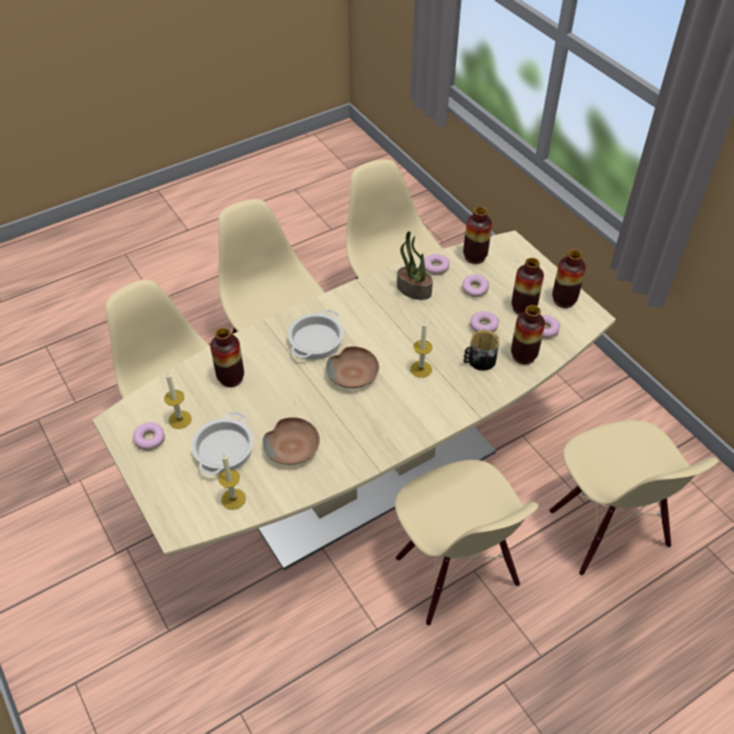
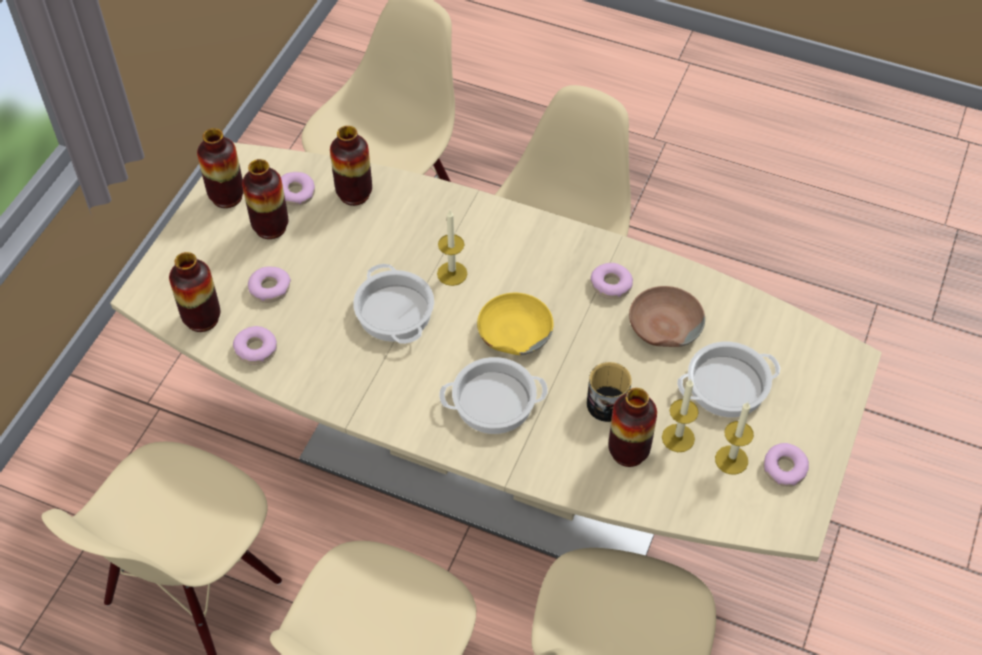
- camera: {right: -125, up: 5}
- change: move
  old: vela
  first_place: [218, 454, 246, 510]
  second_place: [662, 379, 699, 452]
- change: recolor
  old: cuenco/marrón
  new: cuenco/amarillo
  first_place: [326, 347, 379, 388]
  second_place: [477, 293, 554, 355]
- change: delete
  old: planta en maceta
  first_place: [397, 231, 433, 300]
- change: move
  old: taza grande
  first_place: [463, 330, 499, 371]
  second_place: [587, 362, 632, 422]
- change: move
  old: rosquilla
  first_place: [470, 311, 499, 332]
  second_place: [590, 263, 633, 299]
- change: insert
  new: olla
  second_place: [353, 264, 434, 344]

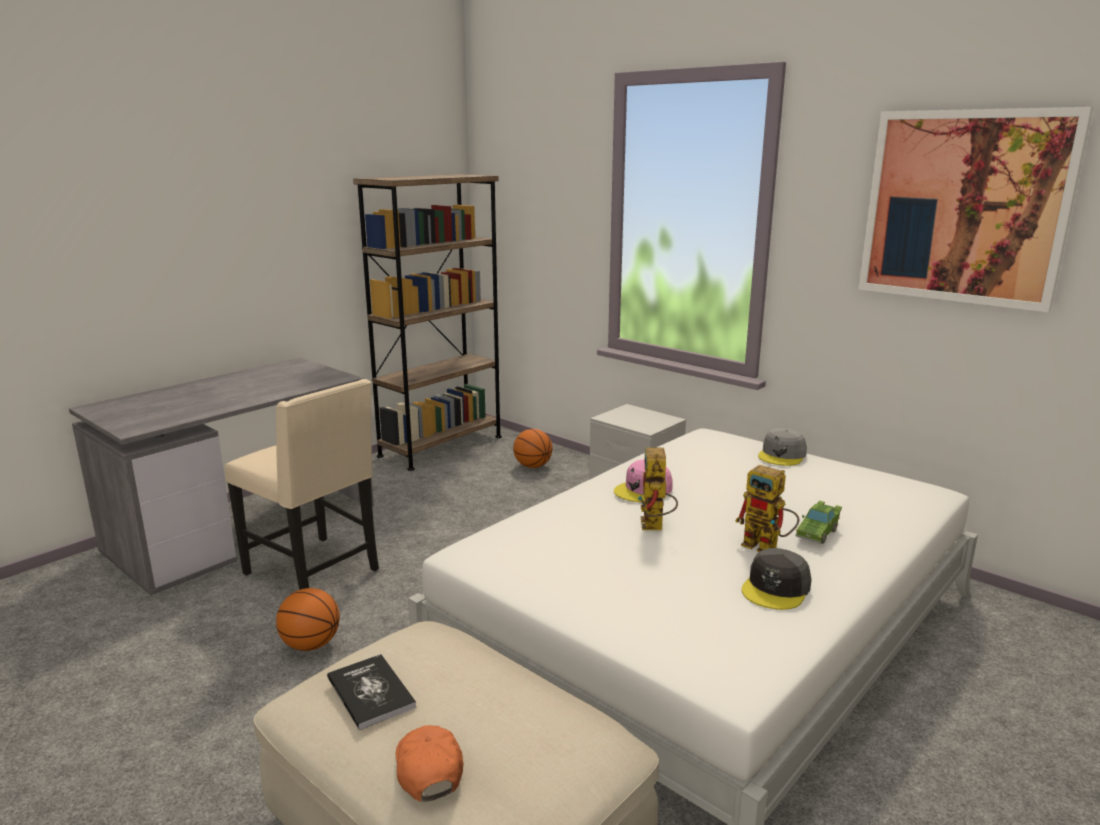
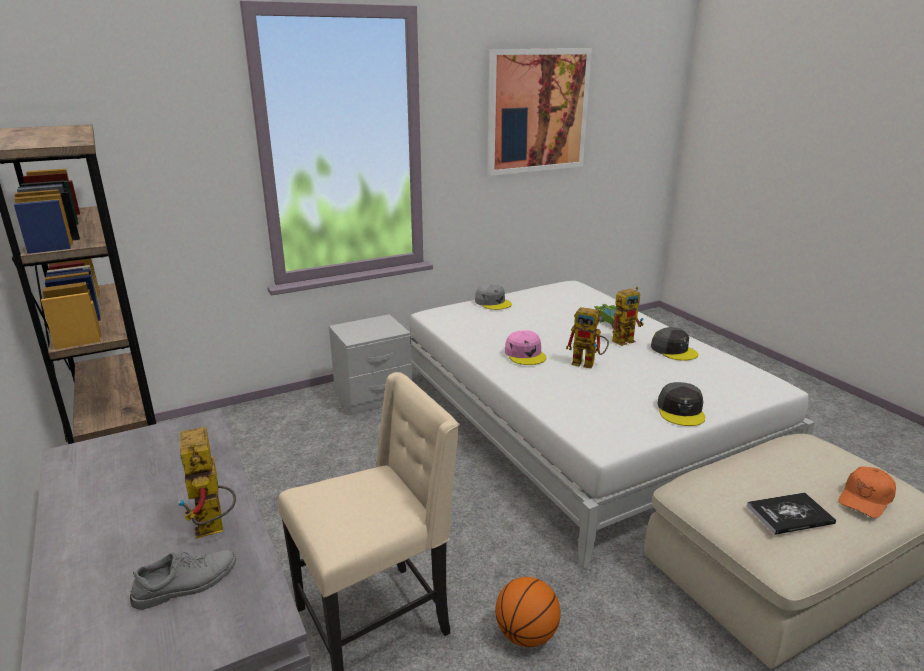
- camera: {right: -70, up: 5}
- change: rotate
  old: gorra/naranja
  first_place: [396, 725, 464, 802]
  second_place: [839, 467, 896, 518]
  degrees: -45
- change: delete
  old: balón de baloncesto
  first_place: [513, 429, 553, 468]
- change: insert
  new: zapato/gris
  second_place: [130, 550, 236, 610]
- change: insert
  new: robot de juguete
  second_place: [177, 427, 236, 539]
- change: insert
  new: gorra/gris
  second_place: [658, 382, 705, 426]

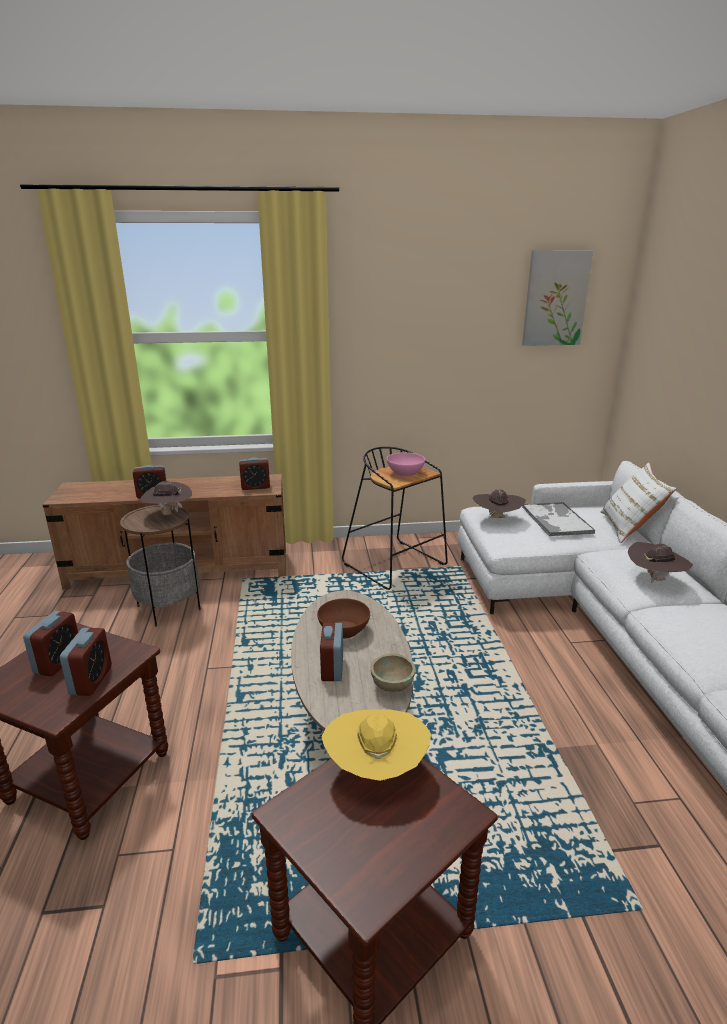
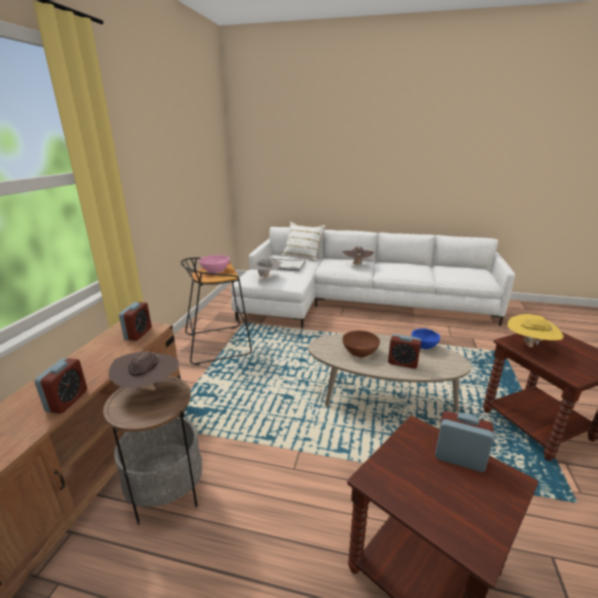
- camera: {right: -70, up: 0}
- change: delete
  old: despertador
  first_place: [23, 611, 78, 676]
- change: recolor
  old: cuenco/beis
  new: cuenco/azul
  first_place: [371, 653, 415, 692]
  second_place: [411, 329, 440, 349]
- change: recolor
  old: sombrero/marrón
  new: sombrero/gris
  first_place: [473, 489, 526, 518]
  second_place: [249, 258, 280, 278]
- change: delete
  old: cuadro
  first_place: [522, 250, 593, 346]

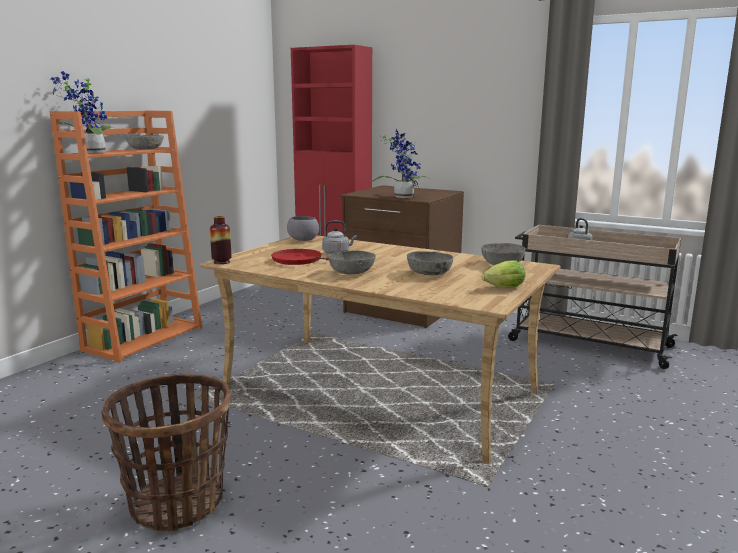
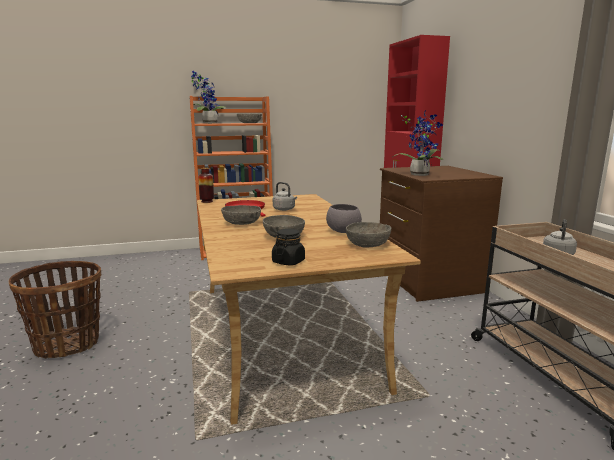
- camera: {right: 45, up: 0}
- change: move
  old: cuenco/gris
  first_place: [287, 216, 319, 241]
  second_place: [326, 204, 362, 233]
- change: replace
  old: lechuga
  new: tarro/negro
  first_place: [482, 260, 525, 288]
  second_place: [272, 229, 305, 266]

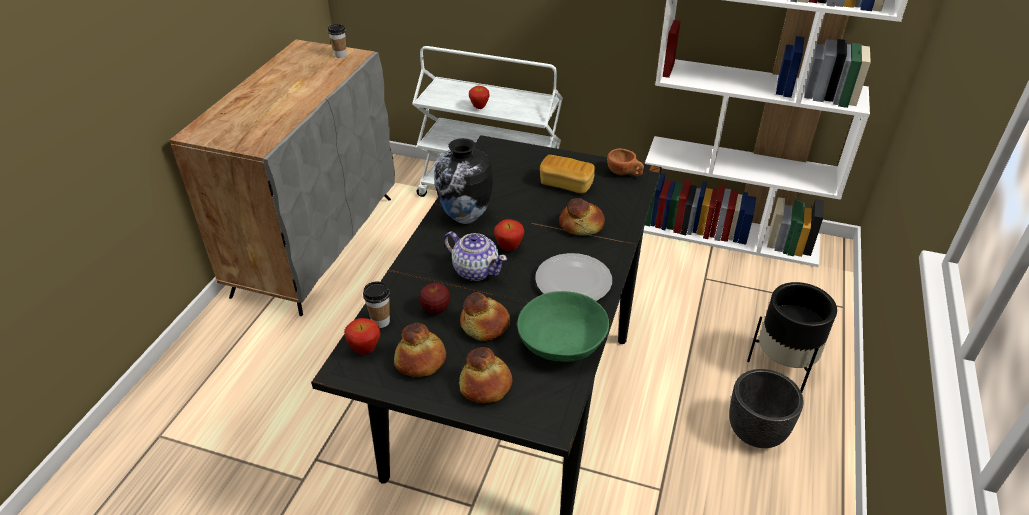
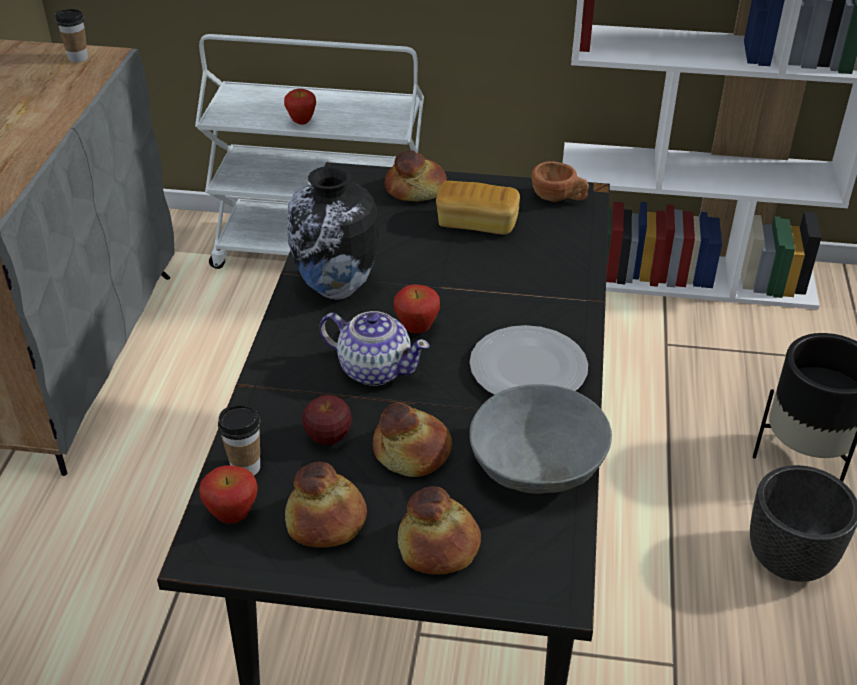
- camera: {right: -10, up: 0}
- change: recolor
  old: cuenco/verde
  new: cuenco/gris
  first_place: [517, 291, 609, 362]
  second_place: [469, 384, 612, 494]
- change: move
  old: pan
  first_place: [559, 198, 605, 235]
  second_place: [385, 150, 447, 201]

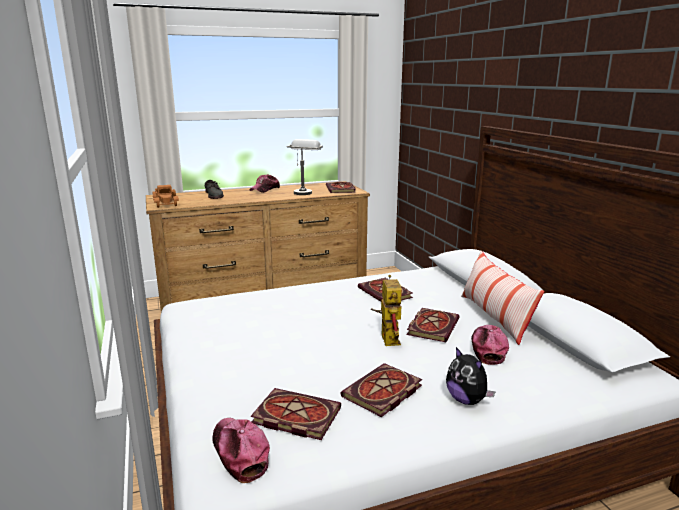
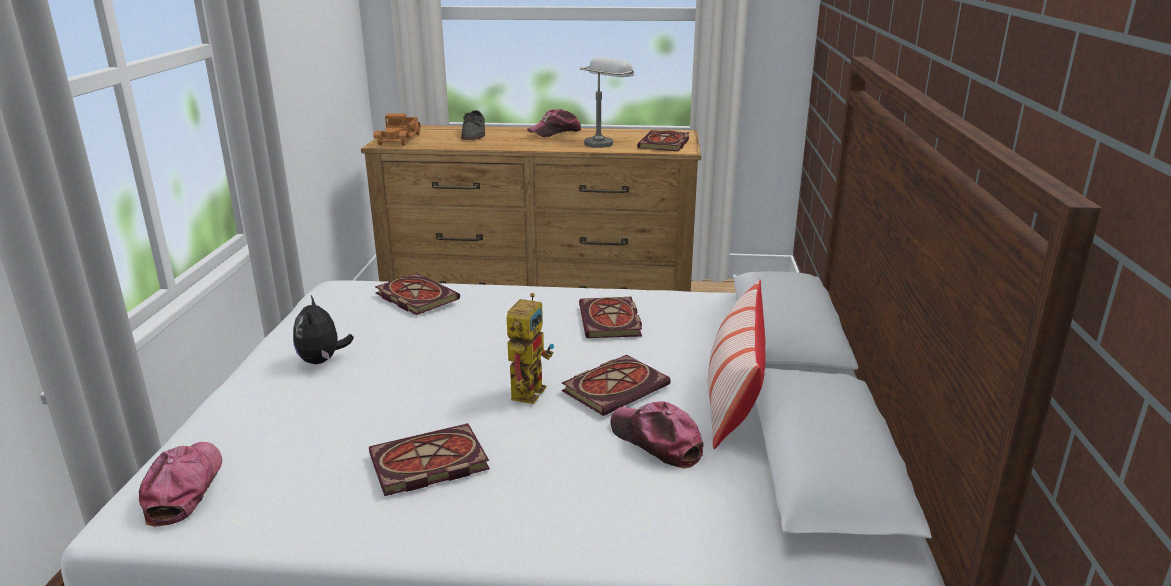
- camera: {right: 25, up: 5}
- change: move
  old: libro
  first_place: [250, 388, 341, 440]
  second_place: [375, 273, 460, 315]
- change: move
  old: peluche
  first_place: [446, 347, 495, 405]
  second_place: [293, 296, 354, 364]
- change: rotate
  old: gorra
  first_place: [471, 325, 509, 365]
  second_place: [610, 401, 703, 469]
  degrees: -75

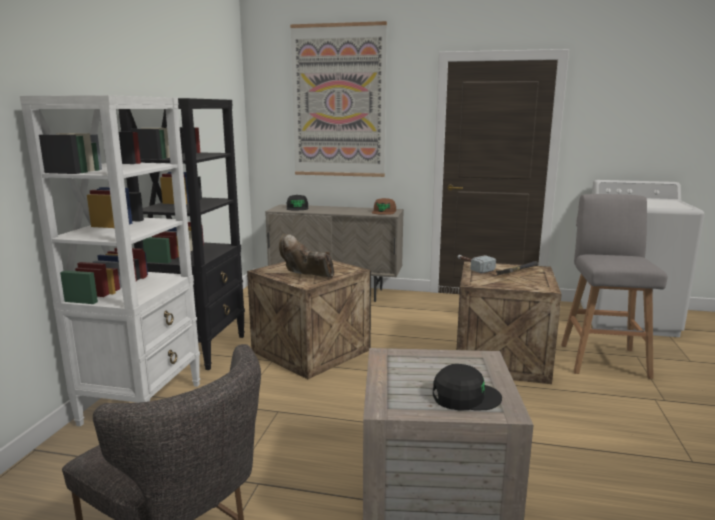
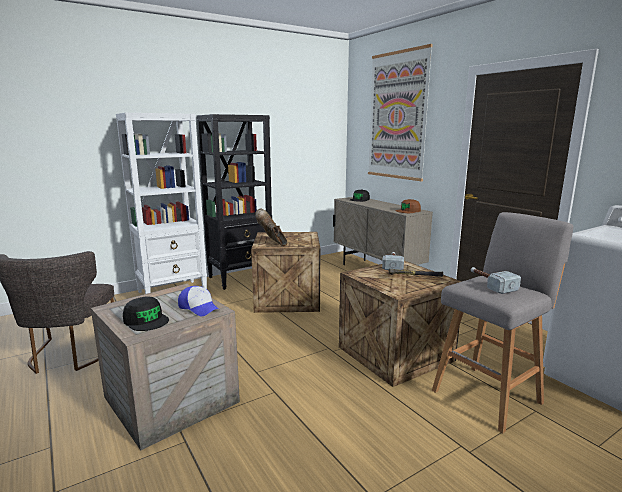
- camera: {right: 45, up: 0}
- change: insert
  new: gorra
  second_place: [178, 286, 219, 316]
- change: insert
  new: martillo
  second_place: [471, 267, 521, 294]

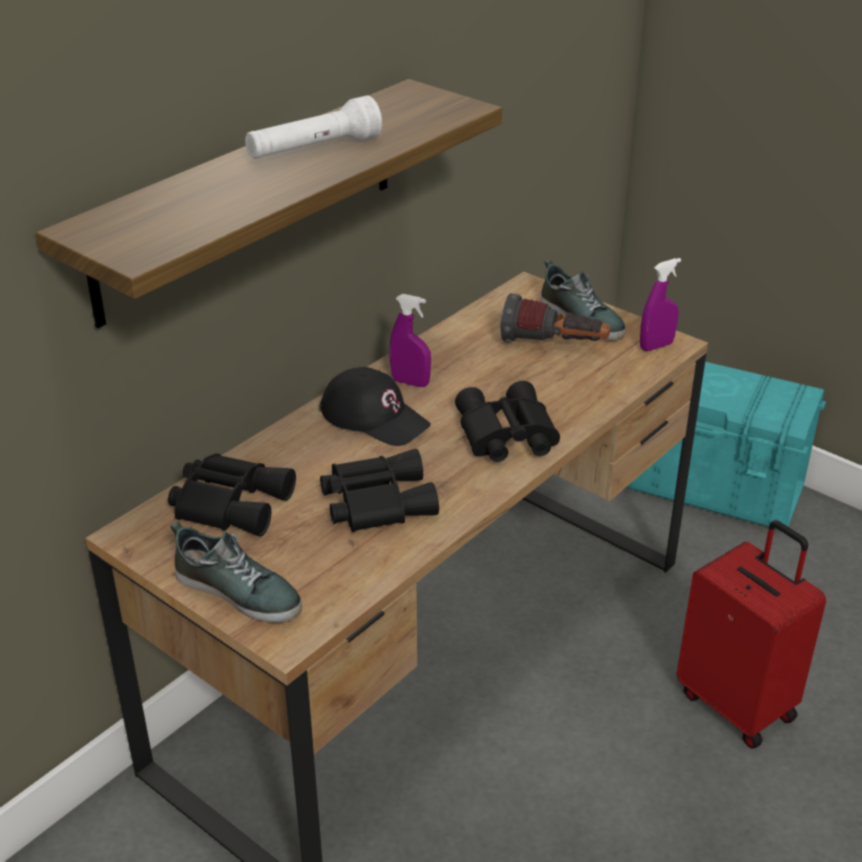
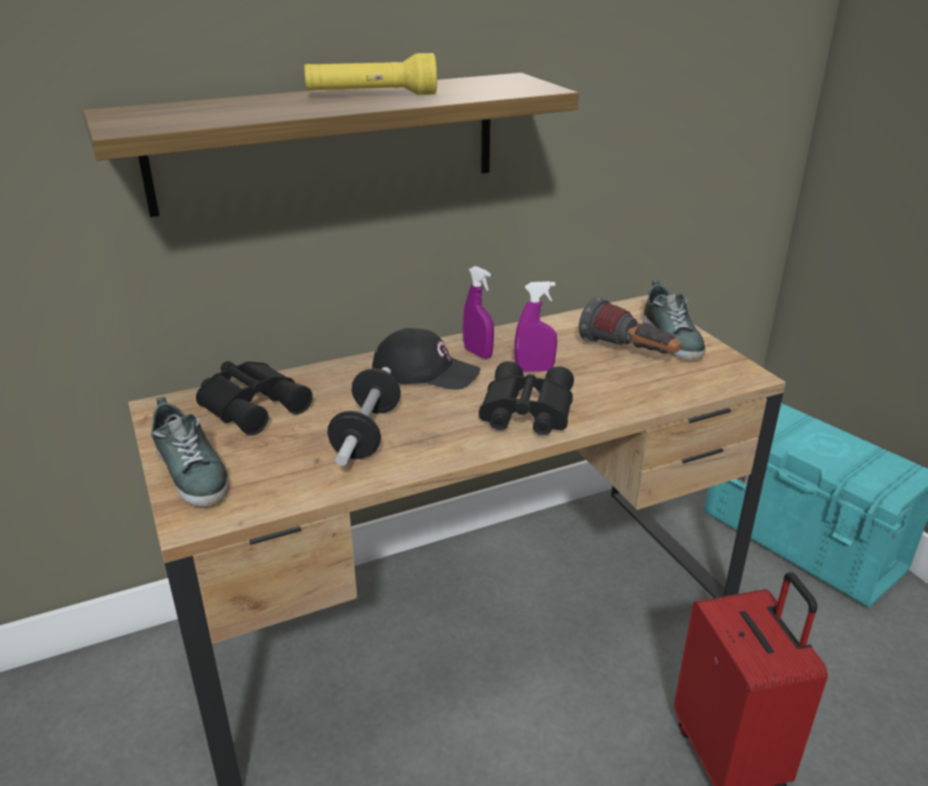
- camera: {right: 25, up: -5}
- change: recolor
  old: linterna/blanco
  new: linterna/amarillo
  first_place: [245, 95, 382, 159]
  second_place: [304, 53, 437, 95]
- change: rotate
  old: gorra/negro
  first_place: [320, 367, 431, 446]
  second_place: [372, 328, 480, 390]
  degrees: -45
- change: replace
  old: prismáticos/negro
  new: mancuerna
  first_place: [320, 449, 439, 532]
  second_place: [327, 367, 401, 466]
- change: move
  old: pulverizador/morado
  first_place: [640, 258, 681, 351]
  second_place: [514, 281, 557, 372]

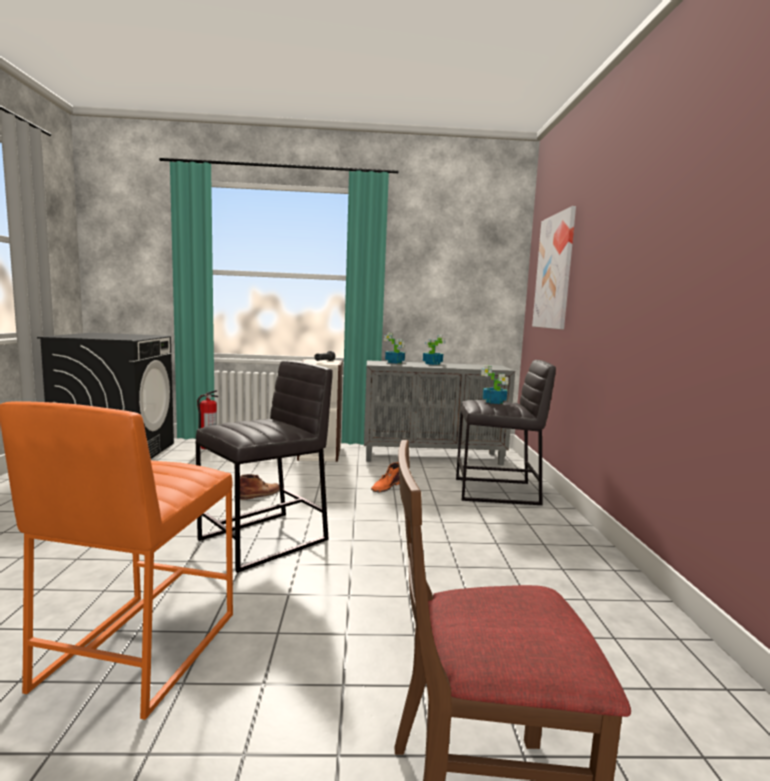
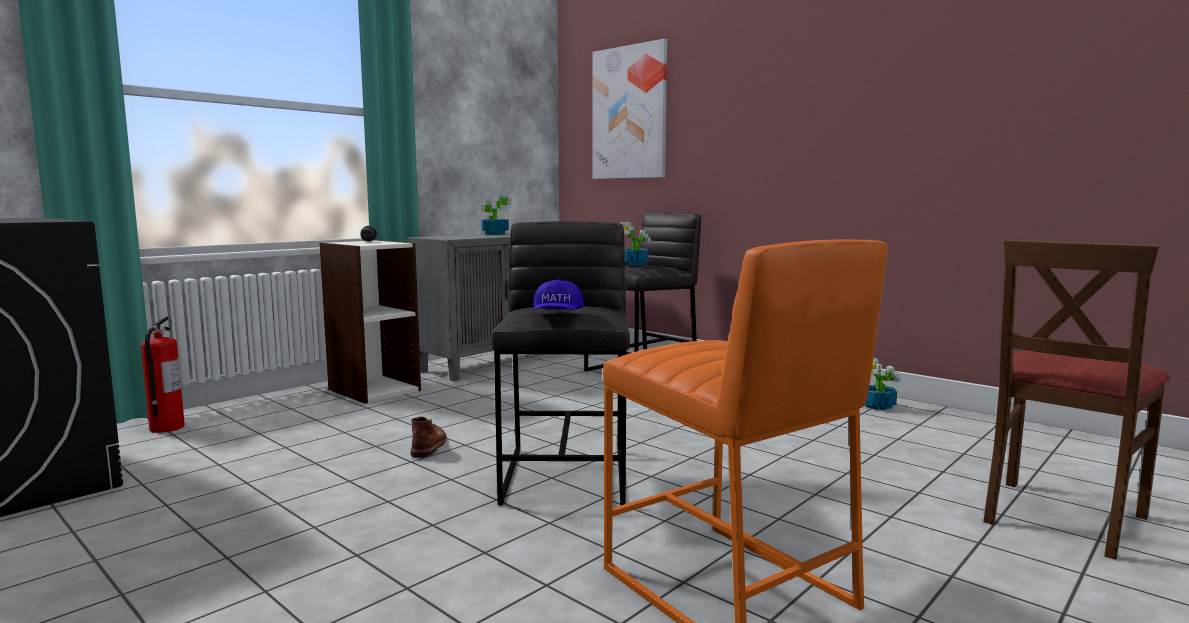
- camera: {right: -45, up: 0}
- change: delete
  old: bota/naranja
  first_place: [371, 462, 399, 493]
- change: move
  old: planta en maceta
  first_place: [384, 333, 405, 363]
  second_place: [865, 358, 901, 410]
- change: insert
  new: gorra/azul
  second_place: [533, 280, 584, 310]

